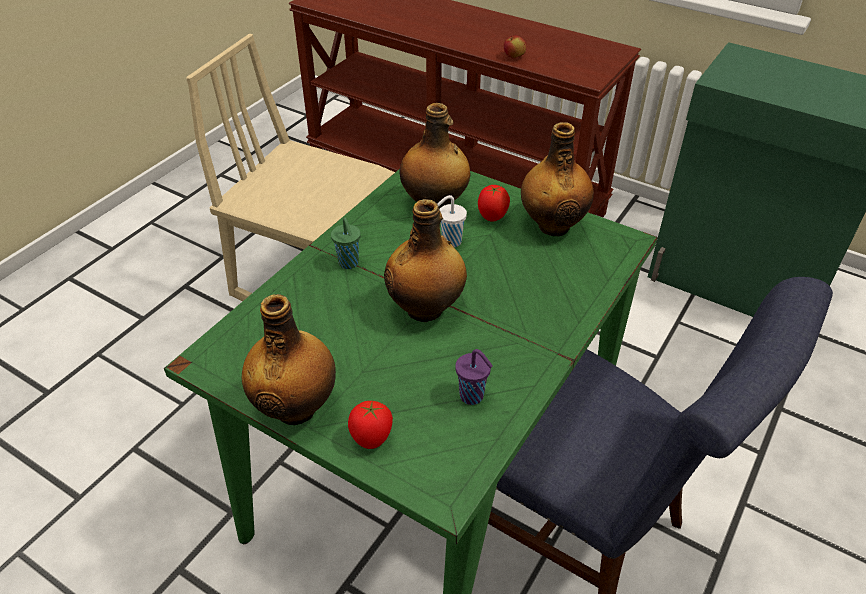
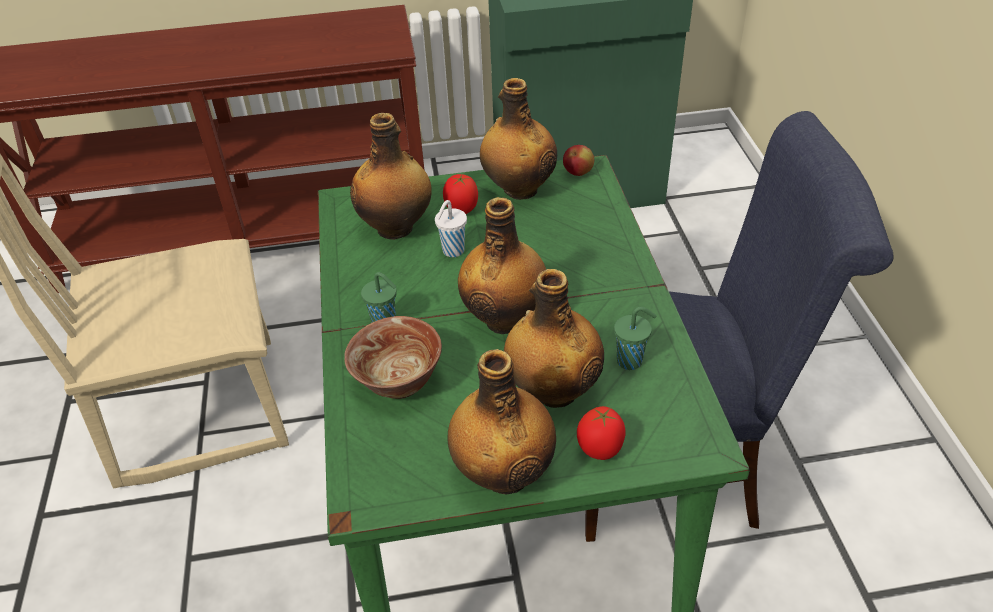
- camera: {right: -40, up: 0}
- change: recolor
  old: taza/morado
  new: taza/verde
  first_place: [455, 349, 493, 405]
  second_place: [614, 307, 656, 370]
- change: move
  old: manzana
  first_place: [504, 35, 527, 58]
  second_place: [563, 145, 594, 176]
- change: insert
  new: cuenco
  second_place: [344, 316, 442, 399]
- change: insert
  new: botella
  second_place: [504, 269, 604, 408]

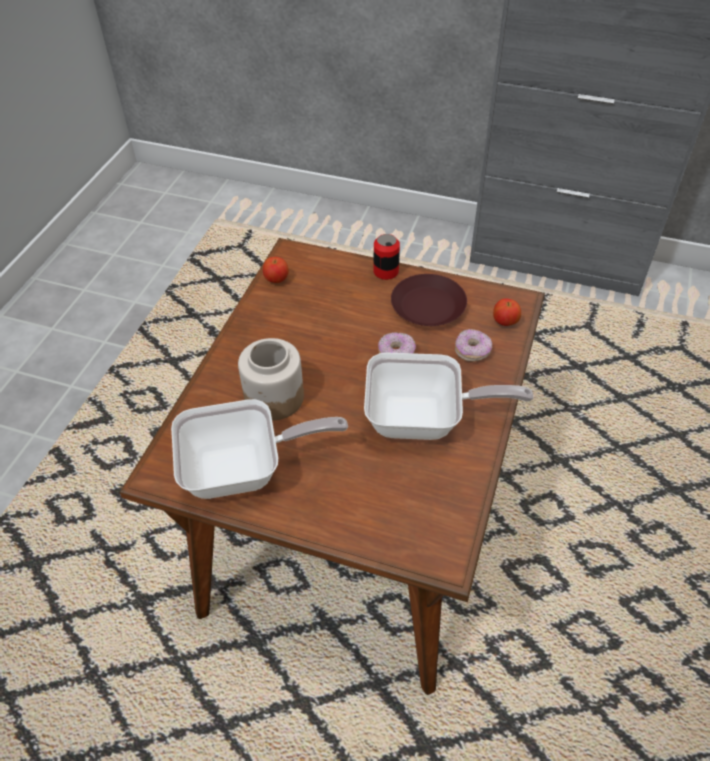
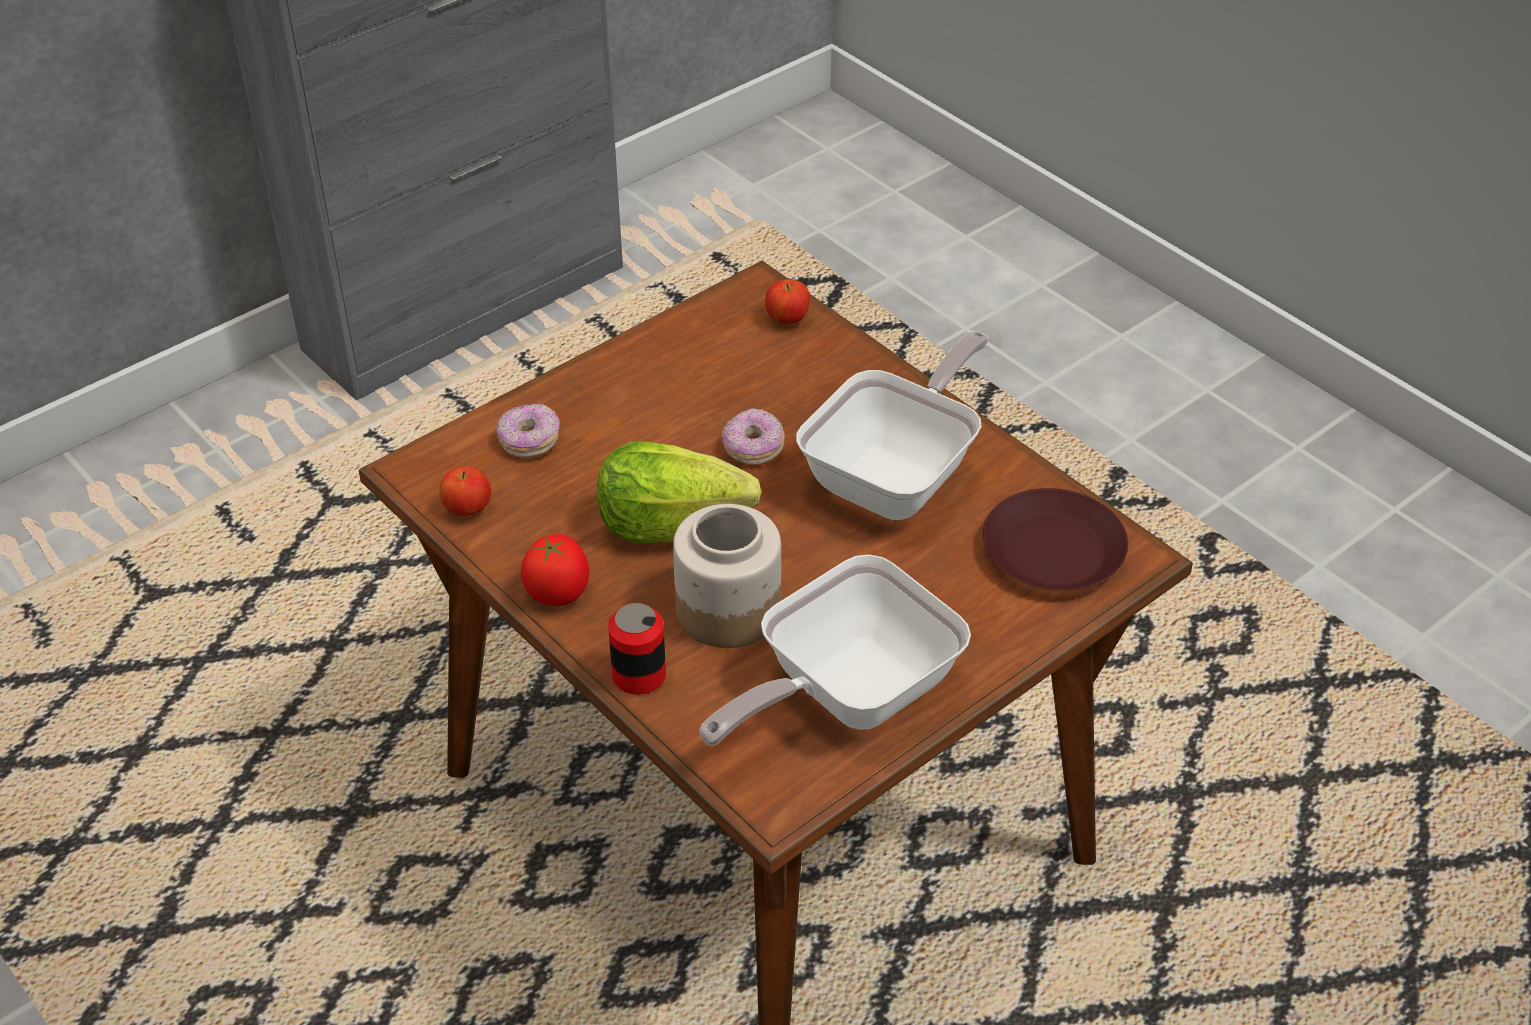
- camera: {right: -60, up: -5}
- change: rotate
  old: sartén
  first_place: [171, 399, 348, 499]
  second_place: [699, 554, 971, 746]
  degrees: -150
- change: move
  old: lata
  first_place: [373, 234, 400, 280]
  second_place: [608, 603, 666, 695]
- change: move
  old: plato/marrón
  first_place: [391, 274, 467, 326]
  second_place: [983, 488, 1128, 590]
- change: move
  old: rosquilla
  first_place: [455, 329, 492, 362]
  second_place: [496, 404, 560, 458]
- change: insert
  new: tomate
  second_place: [521, 534, 589, 606]
- change: insert
  new: lechuga
  second_place: [597, 441, 761, 543]

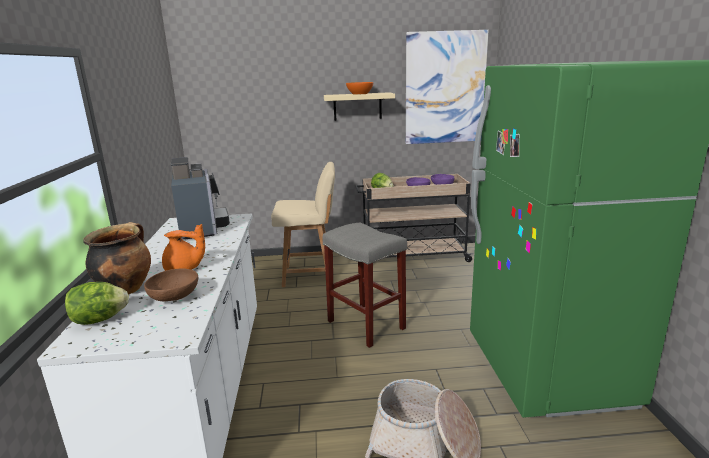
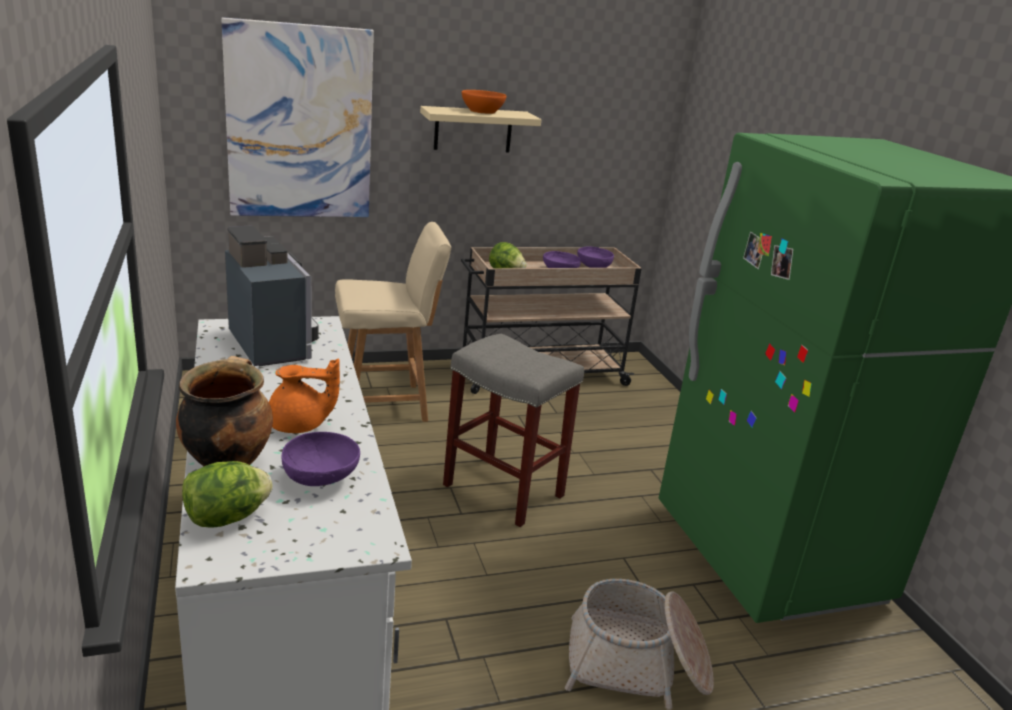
- camera: {right: -15, up: 5}
- change: recolor
  old: cuenco/marrón
  new: cuenco/morado
  first_place: [144, 269, 198, 302]
  second_place: [282, 432, 360, 486]
- change: move
  old: cuadro
  first_place: [406, 30, 489, 144]
  second_place: [221, 17, 374, 217]

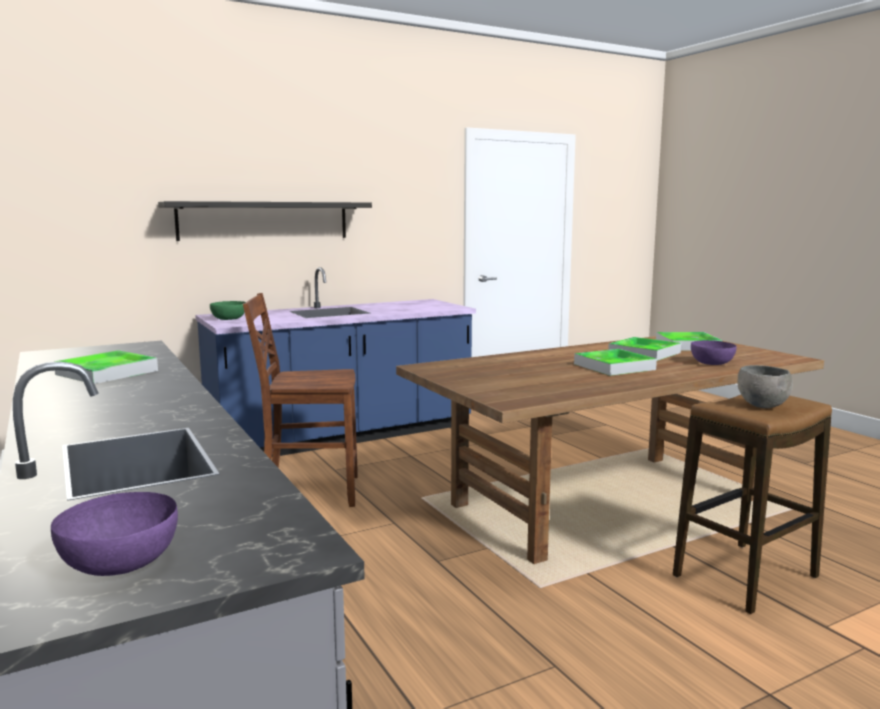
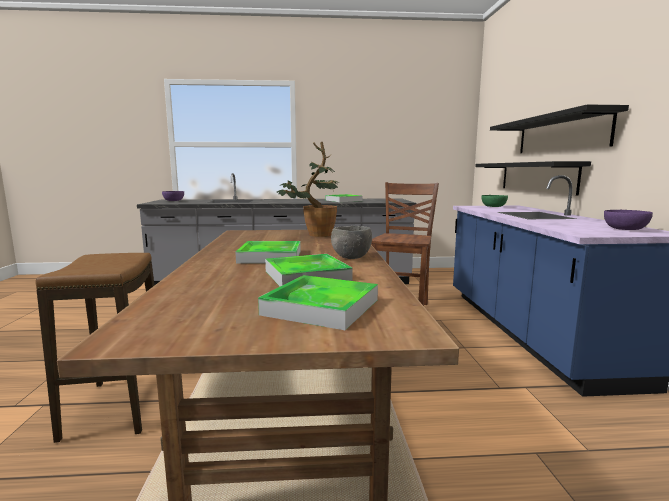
- camera: {right: 115, up: 0}
- change: move
  old: cuenco/morado
  first_place: [691, 340, 737, 365]
  second_place: [604, 210, 653, 230]
- change: move
  old: cuenco/gris
  first_place: [738, 365, 793, 408]
  second_place: [331, 226, 372, 259]
- change: insert
  new: planta en maceta
  second_place: [277, 142, 340, 237]
- change: insert
  new: estante/negro
  second_place: [475, 161, 591, 196]

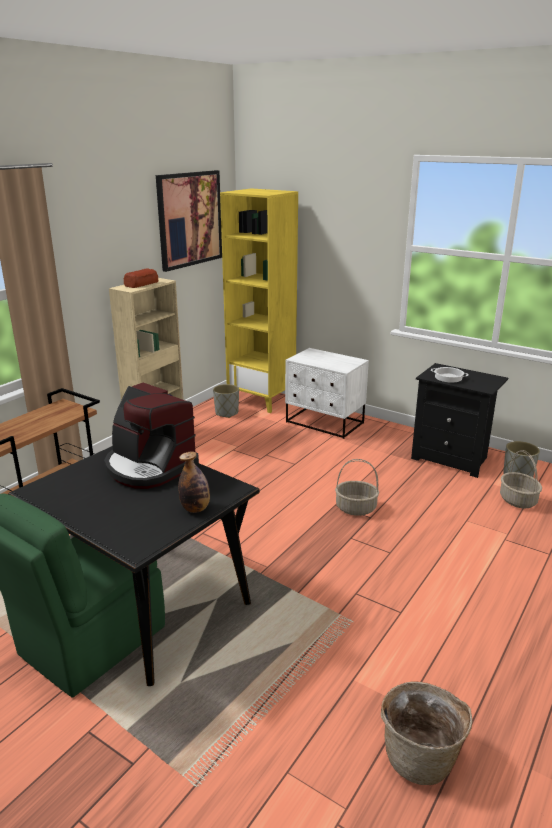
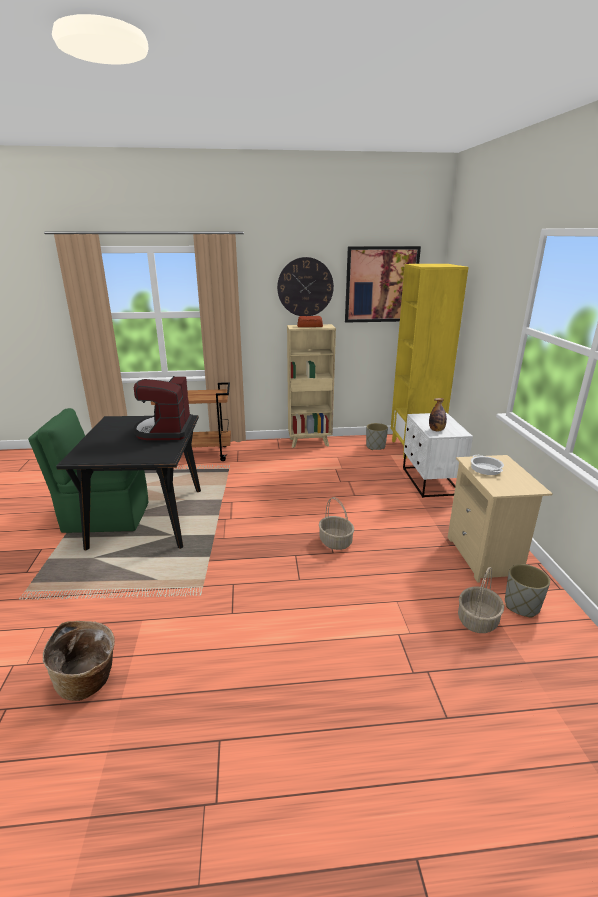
- camera: {right: 50, up: 0}
- change: move
  old: botella
  first_place: [178, 451, 210, 513]
  second_place: [429, 398, 447, 432]
- change: recolor
  old: mesita de noche/negro
  new: mesita de noche/beis
  first_place: [411, 363, 508, 478]
  second_place: [448, 455, 553, 583]
- change: insert
  new: reloj de pared
  second_place: [277, 257, 334, 316]

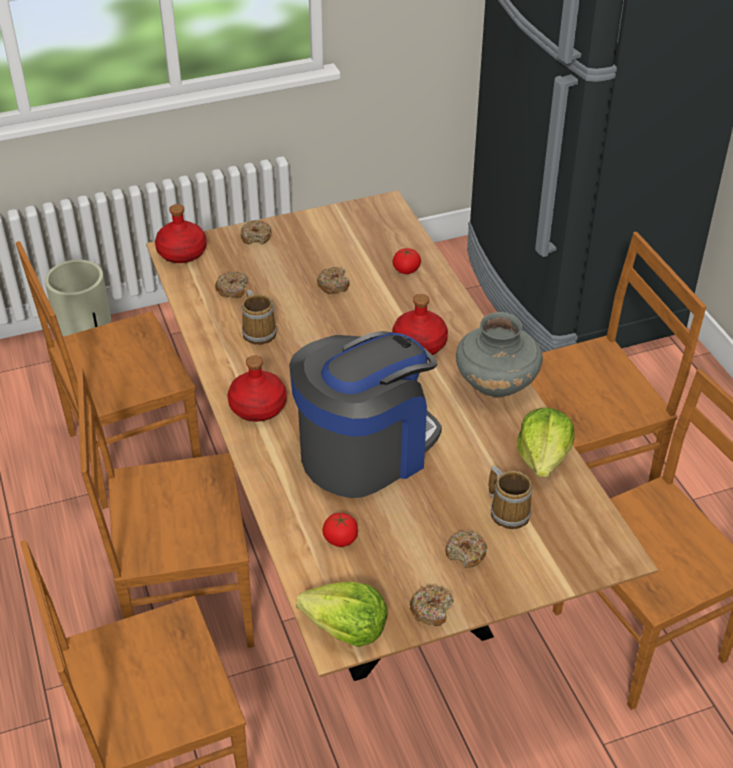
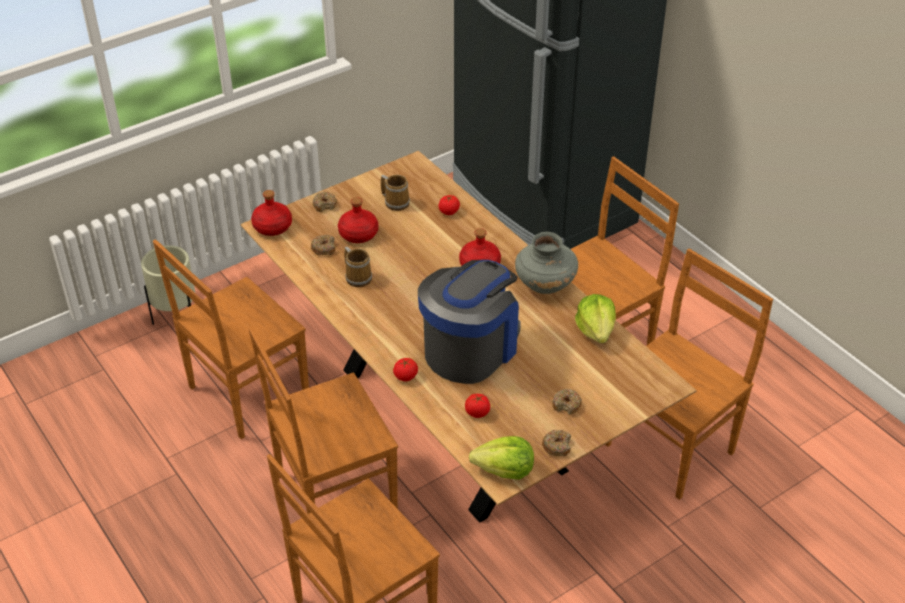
- camera: {right: -15, up: 0}
- change: move
  old: botella/rojo
  first_place: [228, 355, 287, 422]
  second_place: [338, 197, 378, 243]
- change: delete
  old: rosquilla
  first_place: [317, 267, 349, 294]
- change: move
  old: taza grande
  first_place: [489, 466, 533, 529]
  second_place: [381, 175, 410, 211]
- change: insert
  new: tomate
  second_place: [393, 358, 418, 381]

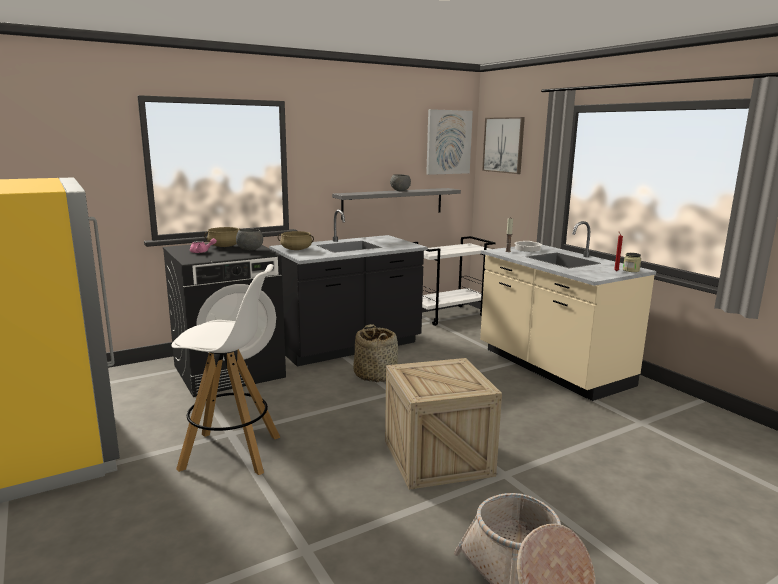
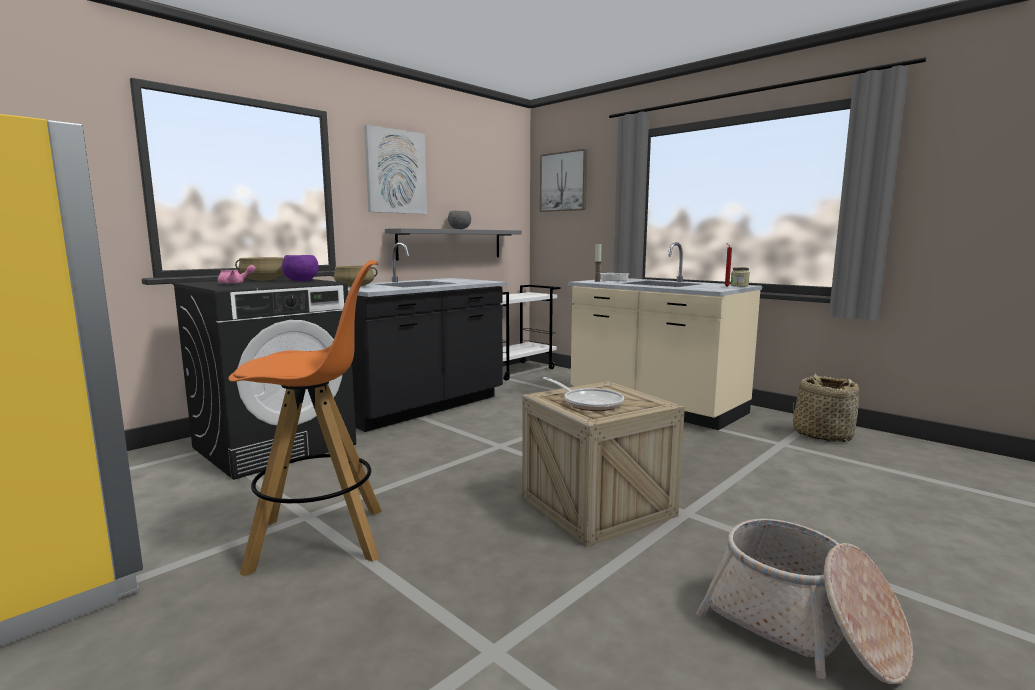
- camera: {right: -15, up: -5}
- change: recolor
  old: taburete/blanco
  new: taburete/naranja
  first_place: [172, 264, 280, 475]
  second_place: [228, 260, 382, 576]
- change: recolor
  old: cuenco/gris
  new: cuenco/morado
  first_place: [236, 229, 263, 250]
  second_place: [282, 255, 319, 281]
- change: move
  old: cesta
  first_place: [353, 324, 398, 382]
  second_place: [793, 372, 859, 442]
- change: move
  old: cuadro
  first_place: [426, 109, 473, 175]
  second_place: [364, 125, 427, 214]
- change: insert
  new: sartén
  second_place: [543, 377, 624, 411]

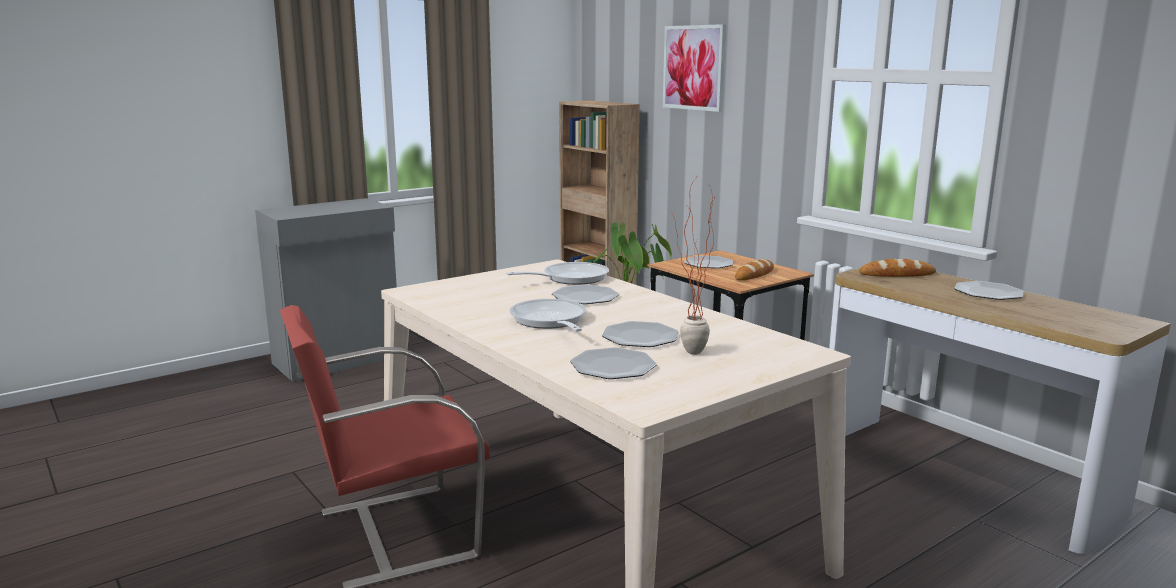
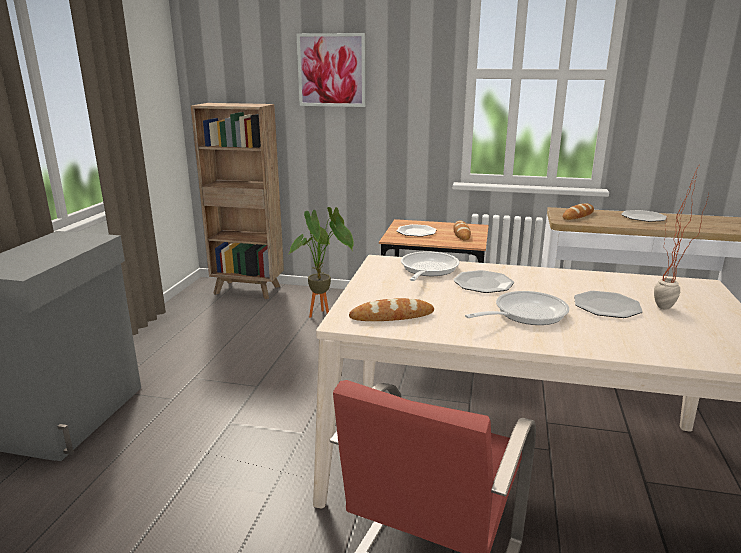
- camera: {right: -40, up: 5}
- change: rotate
  old: sartén
  first_place: [509, 299, 586, 332]
  second_place: [465, 291, 569, 325]
  degrees: 120
- change: delete
  old: plato
  first_place: [570, 347, 657, 379]
- change: insert
  new: pan
  second_place: [349, 298, 434, 321]

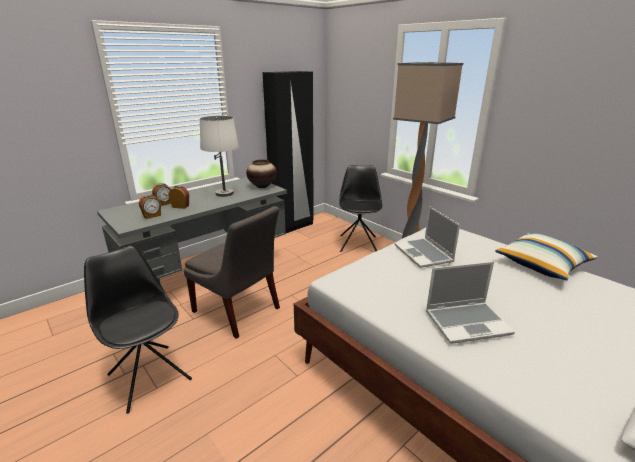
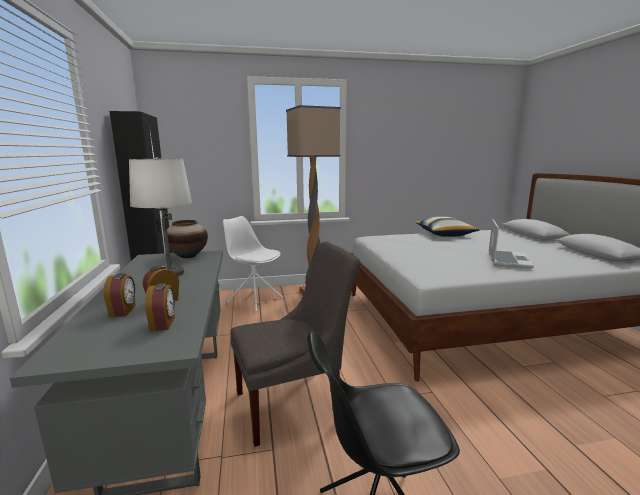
- camera: {right: -60, up: -10}
- change: recolor
  old: silla/negro
  new: silla/blanco
  first_place: [339, 165, 382, 252]
  second_place: [223, 216, 283, 312]
- change: delete
  old: portátil
  first_place: [395, 206, 460, 268]

